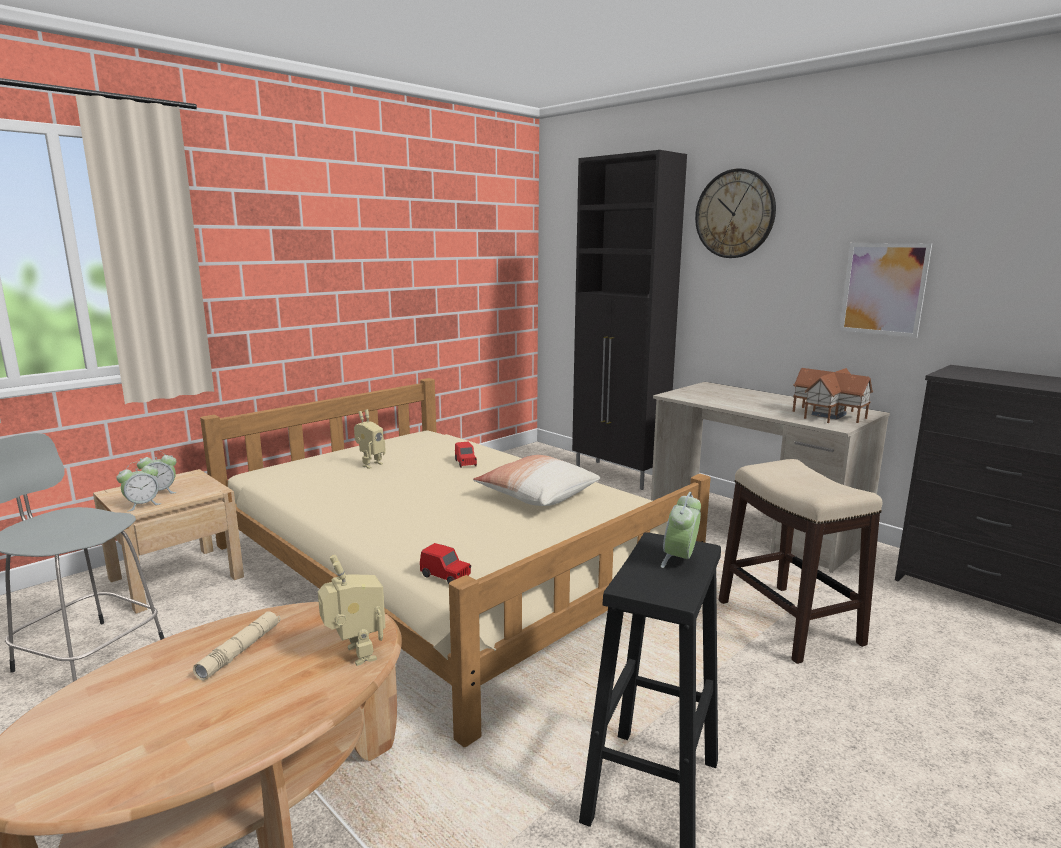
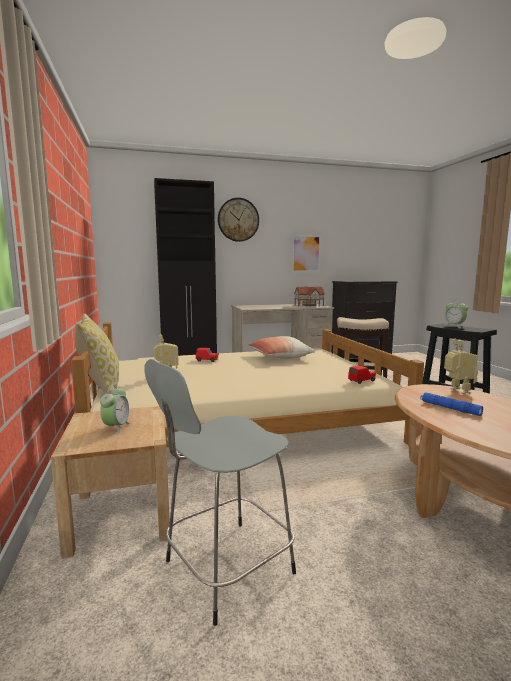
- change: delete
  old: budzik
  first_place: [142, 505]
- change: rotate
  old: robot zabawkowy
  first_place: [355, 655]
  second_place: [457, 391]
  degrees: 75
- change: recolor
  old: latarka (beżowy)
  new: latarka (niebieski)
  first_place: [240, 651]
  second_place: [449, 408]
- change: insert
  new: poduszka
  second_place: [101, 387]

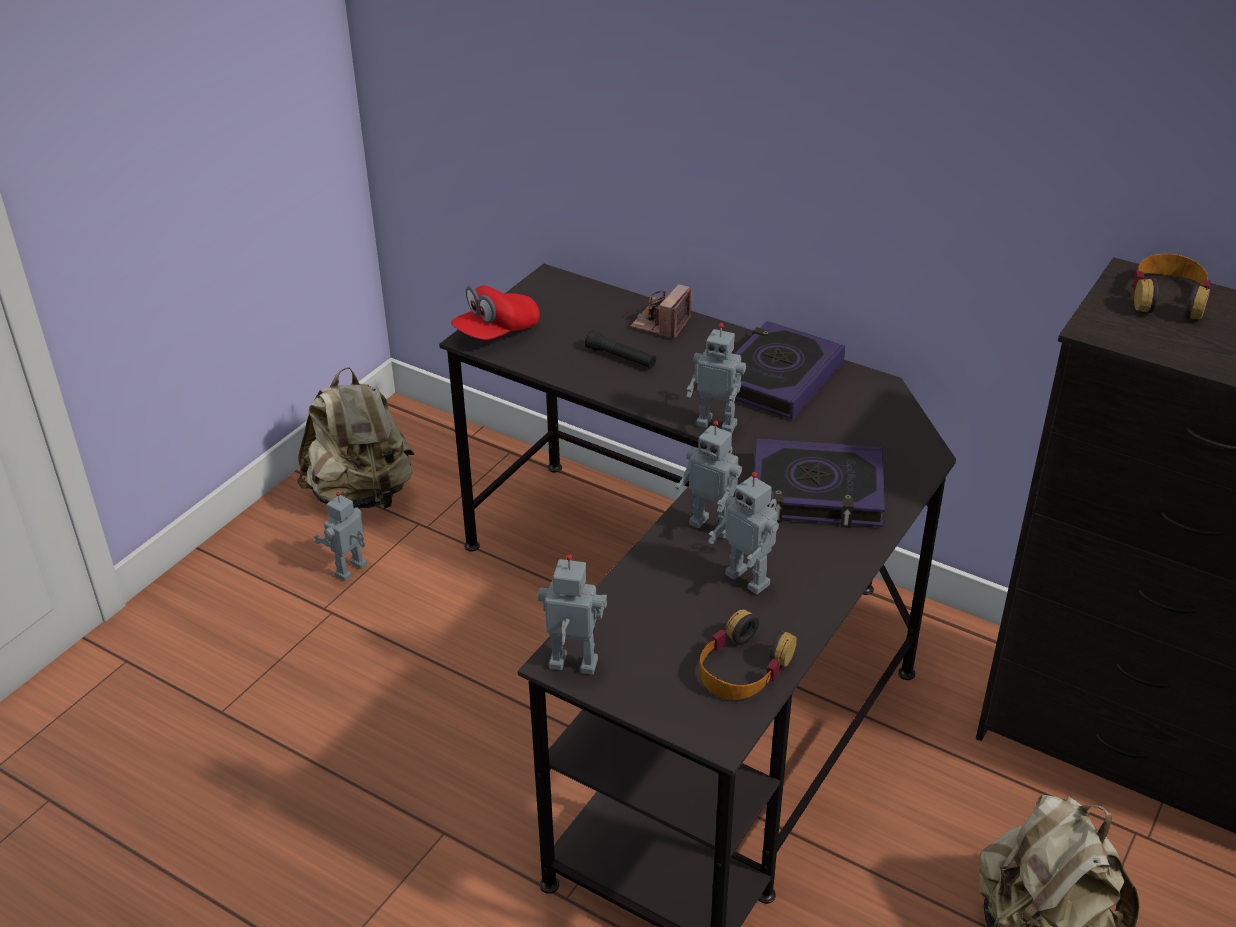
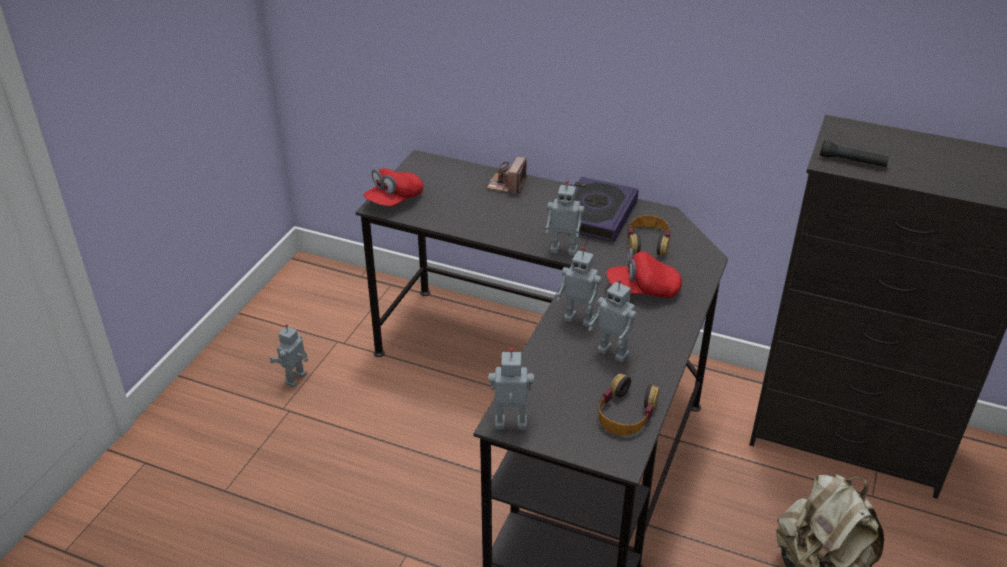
- change: move
  old: słuchawki
  first_place: [1168, 297]
  second_place: [648, 242]
- change: move
  old: latarka (czarny)
  first_place: [621, 358]
  second_place: [852, 161]
- change: delete
  old: plecak (beżowy)
  first_place: [362, 495]
- change: replace
  old: książka
  new: czapka z daszkiem (czerwony)
  first_place: [816, 492]
  second_place: [642, 290]

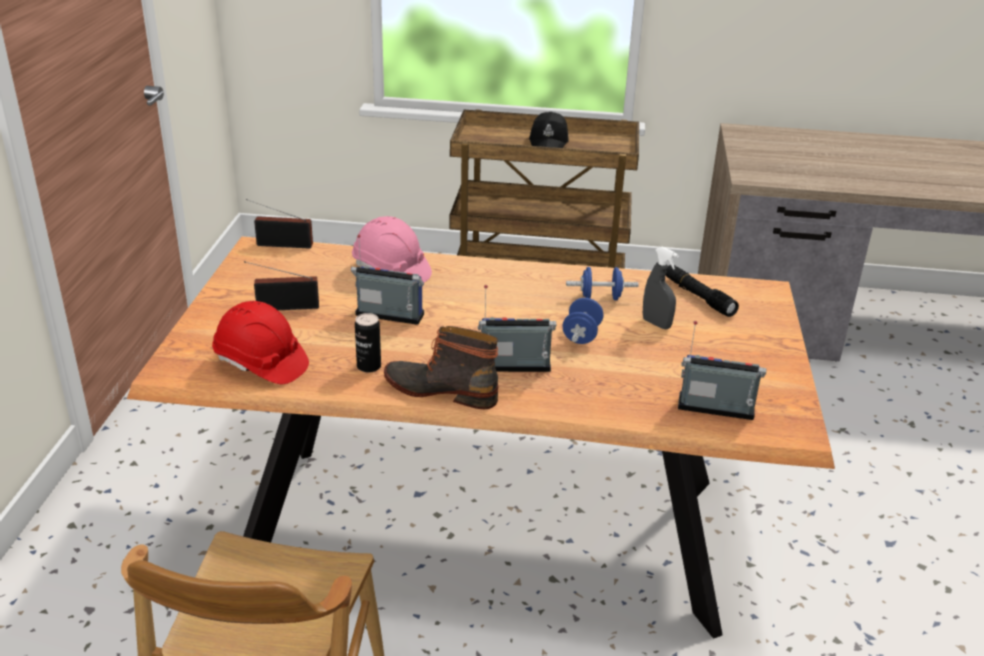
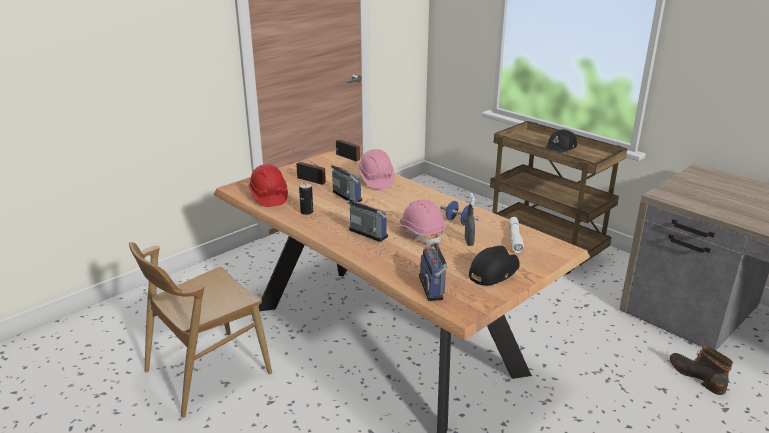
- change: recolor
  old: latarka (czarny)
  new: latarka (biały)
  first_place: [698, 297]
  second_place: [515, 238]
- change: replace
  old: hantel (niebieski)
  new: kask (różowy)
  first_place: [581, 335]
  second_place: [421, 233]
- change: rotate
  old: radio
  first_place: [715, 410]
  second_place: [433, 287]
  degrees: -150
- change: move
  old: but z cholewką
  first_place: [442, 389]
  second_place: [697, 376]
- change: insert
  new: czapka z daszkiem (czarny)
  second_place: [493, 272]

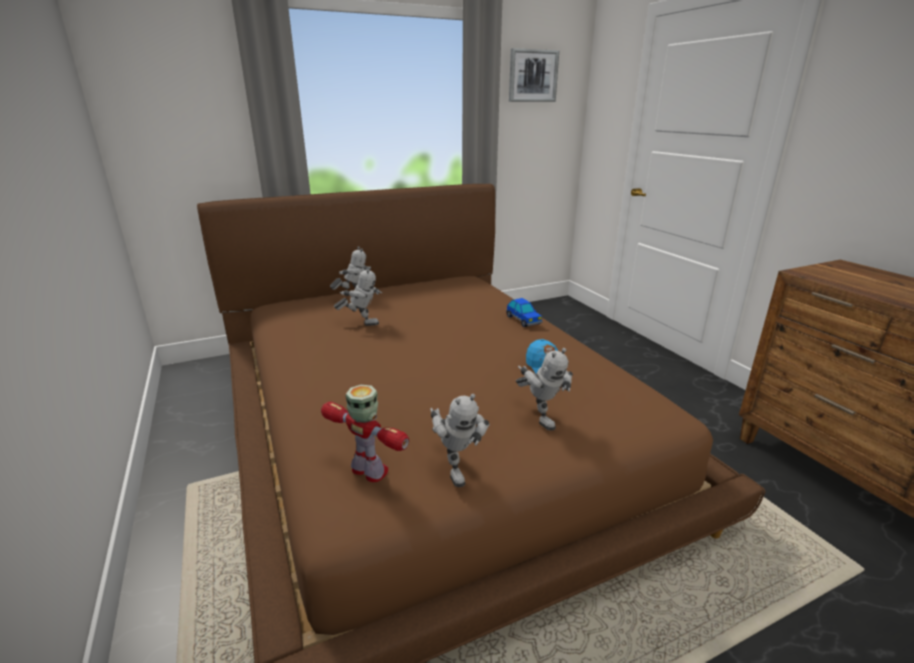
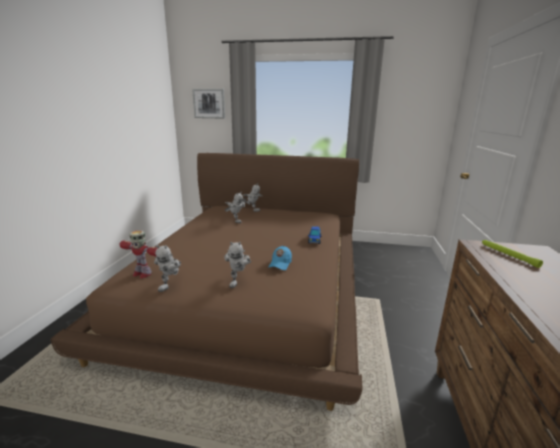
- change: move
  old: obraz
  first_place: [533, 76]
  second_place: [209, 103]
- change: rotate
  old: robot zabawkowy
  first_place: [370, 471]
  second_place: [142, 274]
  degrees: 135
- change: insert
  new: latarka (zielony)
  second_place: [508, 255]

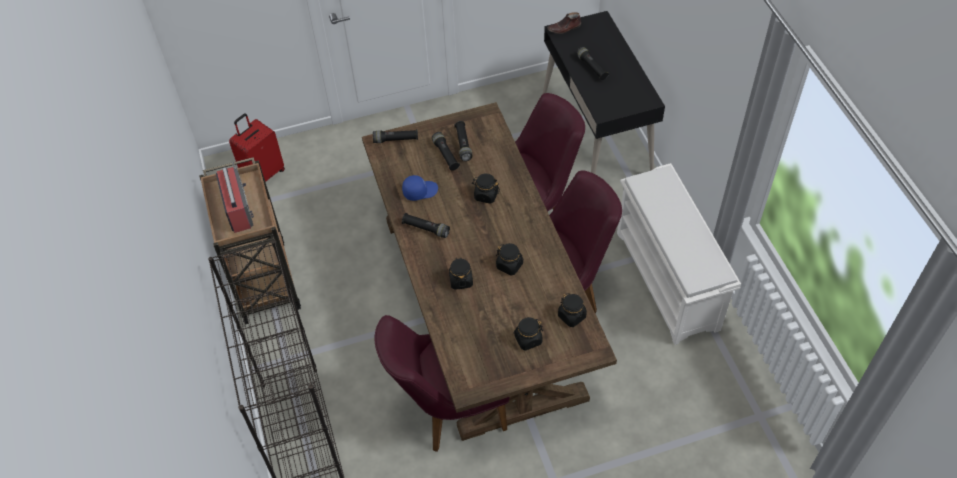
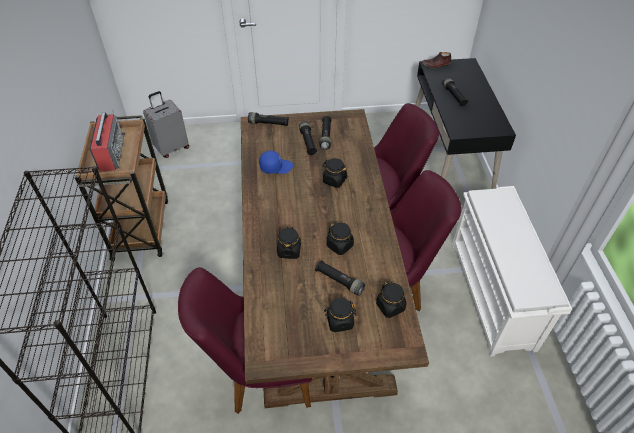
- change: recolor
  old: walizka (czerwony)
  new: walizka (szary)
  first_place: [263, 174]
  second_place: [172, 148]
- change: move
  old: latarka (czarny)
  first_place: [426, 229]
  second_place: [339, 281]

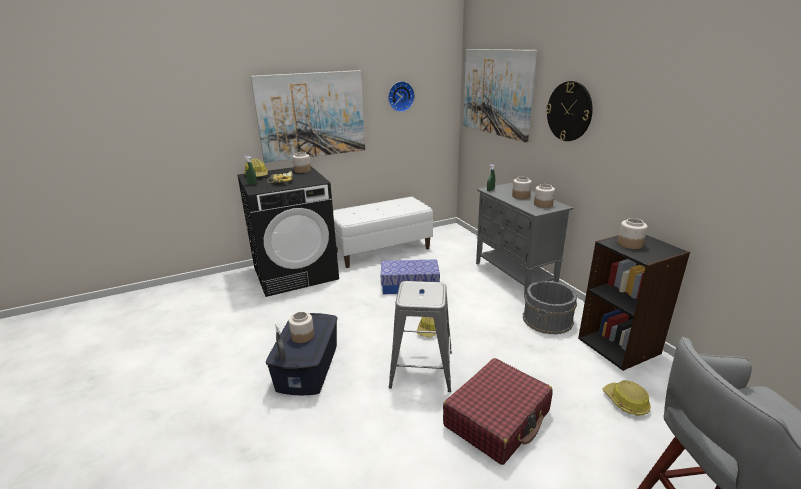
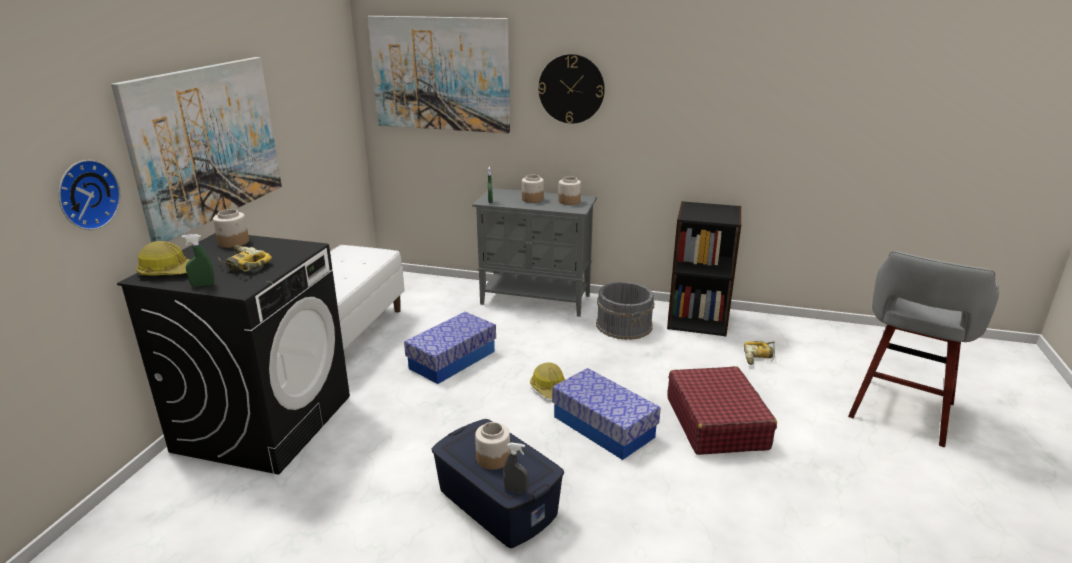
- change: move
  old: zegar ścienny
  first_place: [400, 96]
  second_place: [85, 194]
- change: delete
  old: słoik
  first_place: [629, 244]
- change: replace
  old: stołek (szary)
  new: pojemnik do przechowywania
  first_place: [421, 369]
  second_place: [603, 427]
- change: replace
  old: kask
  new: wiertarka
  first_place: [626, 402]
  second_place: [759, 357]

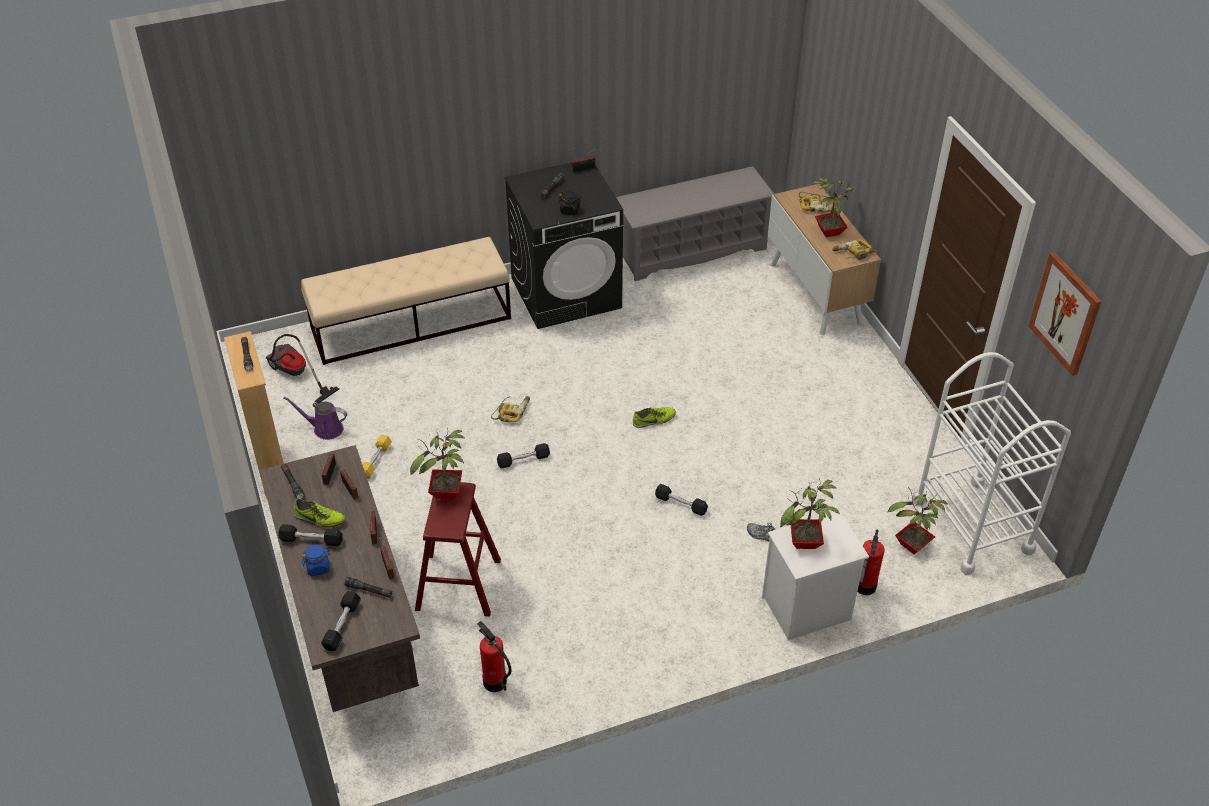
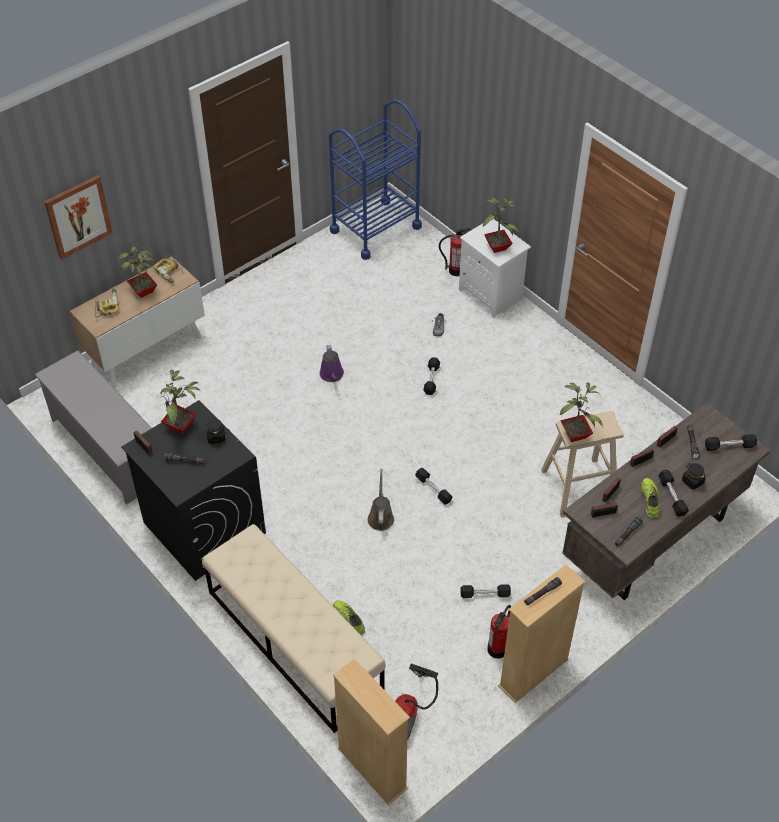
- change: move
  old: obraz
  first_place: [1065, 313]
  second_place: [78, 216]
- change: recolor
  old: wózek (biały)
  new: wózek (niebieski)
  first_place: [972, 525]
  second_place: [375, 229]
- change: replace
  old: wiertarka
  new: konewka (brązowy)
  first_place: [511, 411]
  second_place: [380, 517]
- change: move
  old: konewka (fioletowy)
  first_place: [325, 429]
  second_place: [332, 375]
- change: move
  old: but
  first_place: [654, 420]
  second_place: [349, 619]
- change: recolor
  old: hantel (żółty)
  new: hantel (czarny)
  first_place: [375, 461]
  second_place: [485, 594]
- change: recolor
  old: stołek (czerwony)
  new: stołek (beżowy)
  first_place: [458, 584]
  second_place: [578, 487]
- change: move
  old: roślina doniczkowa
  first_place: [911, 546]
  second_place: [181, 427]
- change: recolor
  old: słoik (niebieski)
  new: słoik (czarny)
  first_place: [318, 567]
  second_place: [692, 481]
- change: move
  old: gaśnica
  first_place: [494, 682]
  second_place: [497, 649]
- change: insert
  new: regał (beżowy)
  second_place: [372, 768]

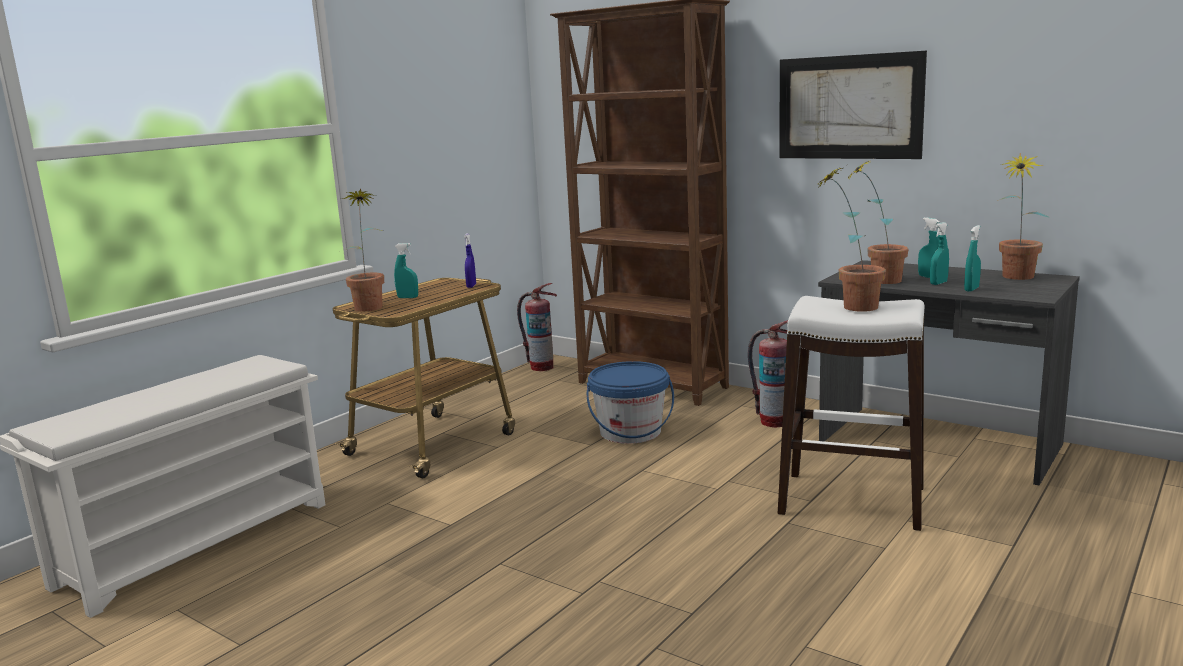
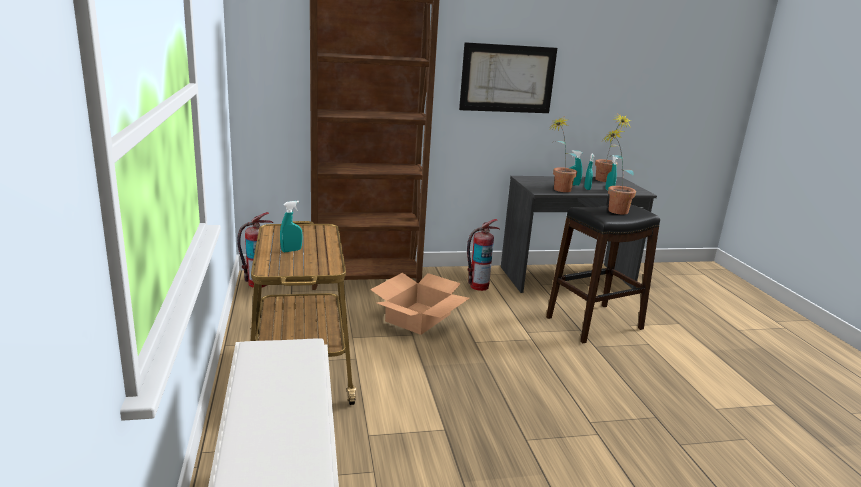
- change: delete
  old: roślina doniczkowa
  first_place: [370, 305]
- change: delete
  old: spryskiwacz (niebieski)
  first_place: [471, 286]
- change: recolor
  old: stołek (biały)
  new: stołek (czarny)
  first_place: [851, 501]
  second_place: [594, 323]
- change: replace
  old: wiadro (niebieski)
  new: karton
  first_place: [630, 432]
  second_place: [418, 318]

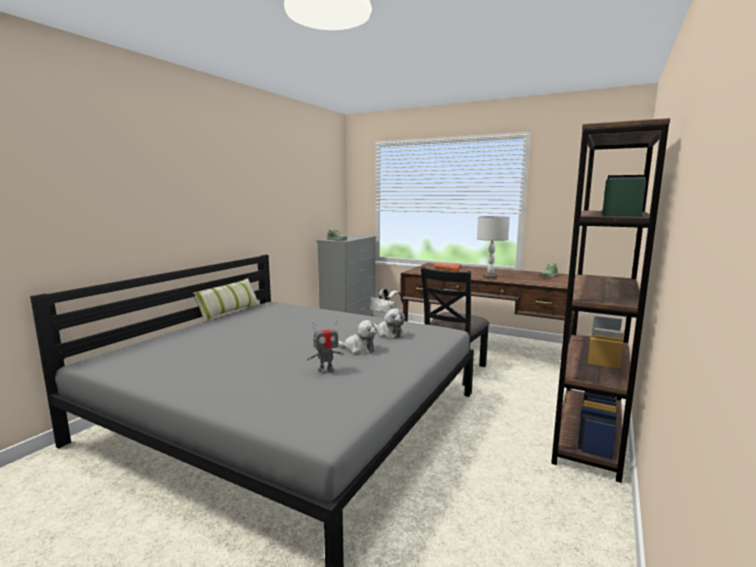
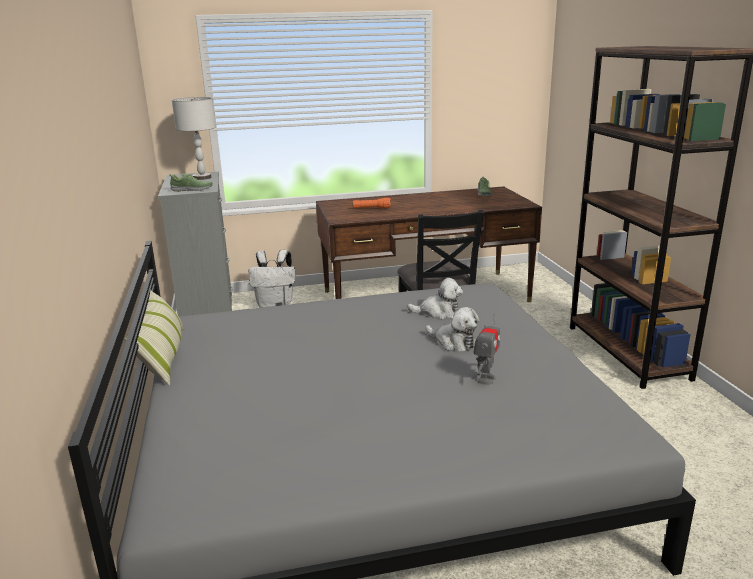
- change: move
  old: lampa stołowa (szary)
  first_place: [490, 277]
  second_place: [202, 178]
- change: rotate
  old: pluszak
  first_place: [358, 349]
  second_place: [453, 342]
  degrees: 60

